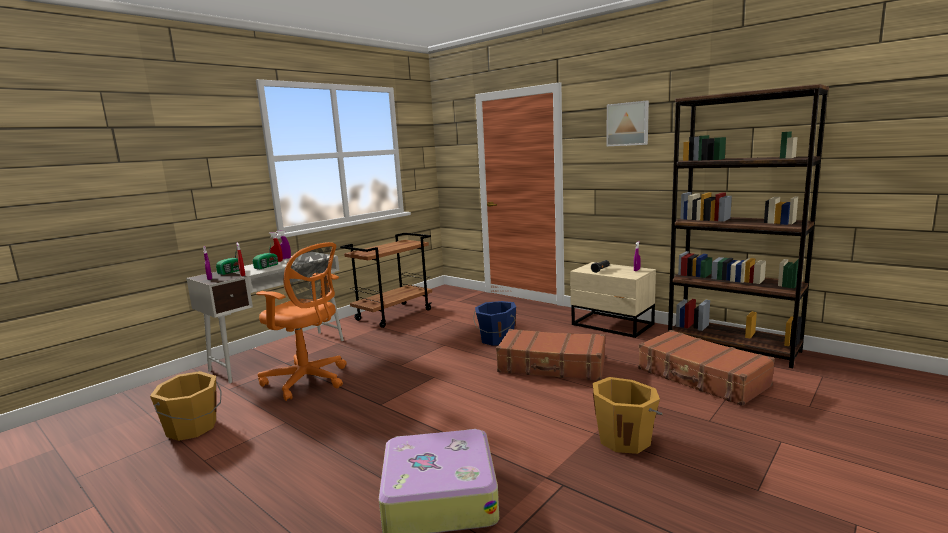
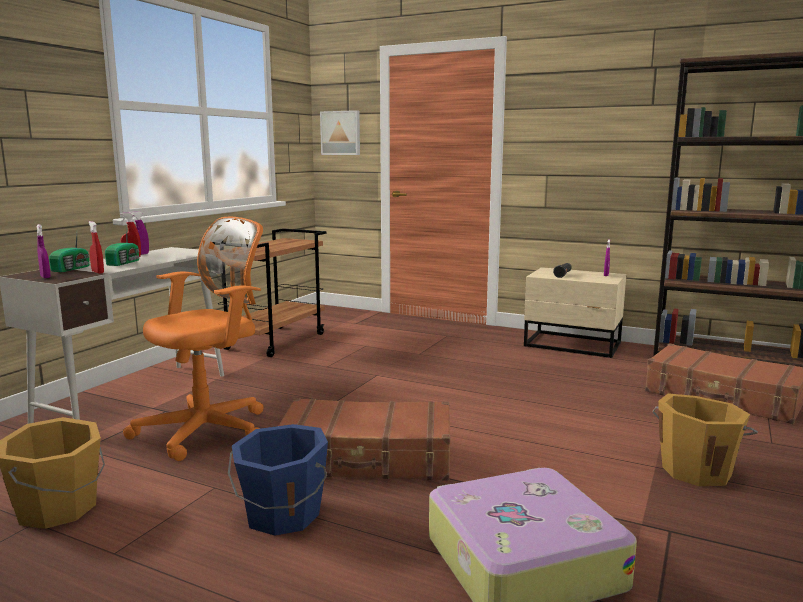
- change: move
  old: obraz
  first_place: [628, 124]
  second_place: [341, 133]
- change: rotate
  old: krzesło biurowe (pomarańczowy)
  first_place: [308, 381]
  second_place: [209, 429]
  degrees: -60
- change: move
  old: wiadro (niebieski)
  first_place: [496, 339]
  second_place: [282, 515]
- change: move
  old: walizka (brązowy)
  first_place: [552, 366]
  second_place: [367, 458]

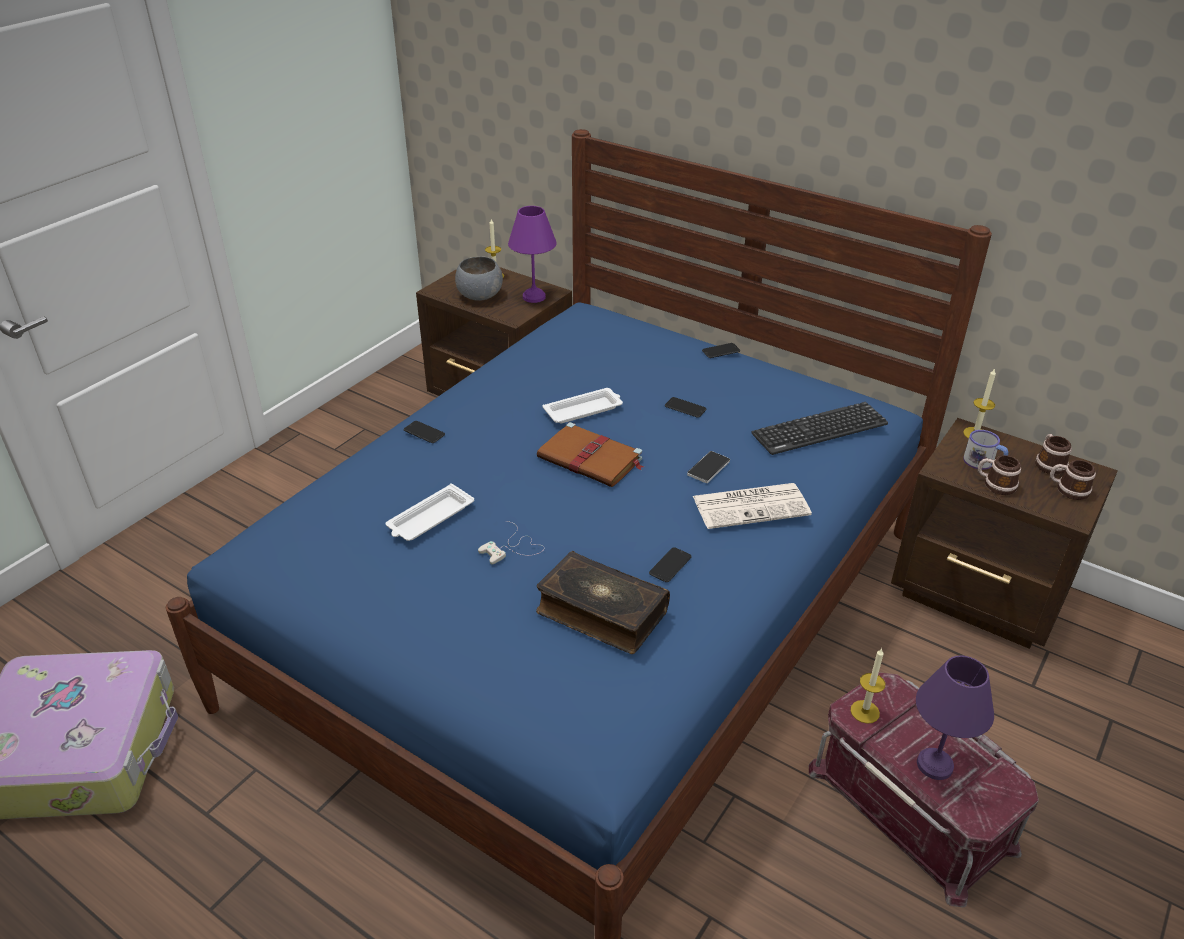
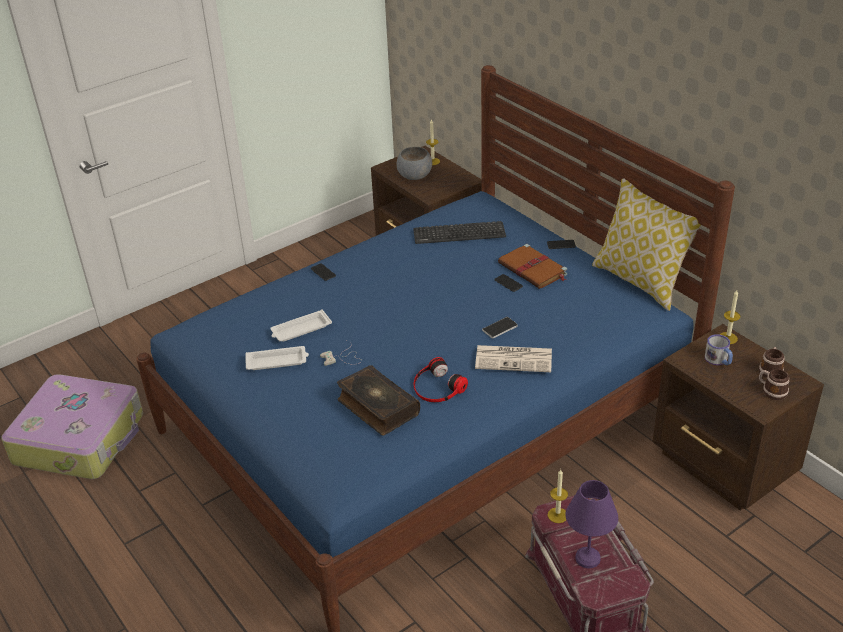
- change: delete
  old: lampa stołowa (fioletowy)
  first_place: [534, 297]
- change: move
  old: taca (biały)
  first_place: [584, 410]
  second_place: [277, 361]
- change: move
  old: klawiatura
  first_place: [820, 429]
  second_place: [459, 233]
- change: move
  old: książka (brązowy)
  first_place: [591, 459]
  second_place: [533, 269]
- change: delete
  old: kubek
  first_place: [995, 484]
- change: replace
  old: telefon
  new: słuchawki
  first_place: [670, 565]
  second_place: [437, 387]
- change: insert
  new: poduszka
  second_place: [641, 281]

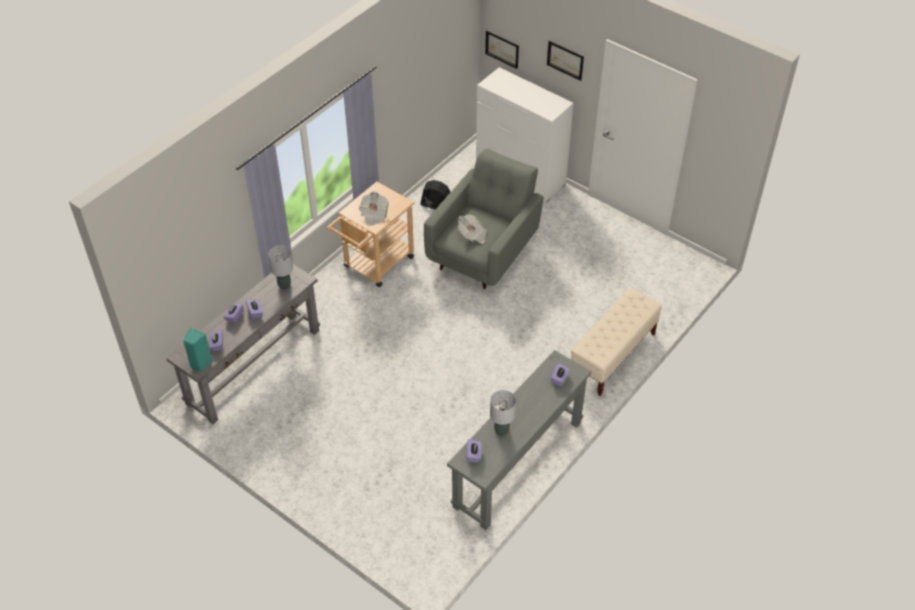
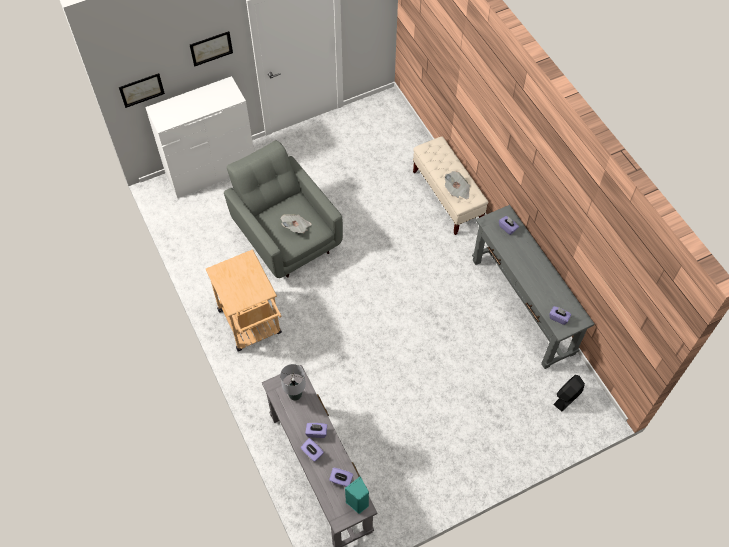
- change: move
  old: wentylator (czarny)
  first_place: [436, 205]
  second_place: [567, 397]
- change: move
  old: gazeta
  first_place: [374, 215]
  second_place: [457, 190]
- change: delete
  old: lampa stołowa (szary)
  first_place: [501, 431]

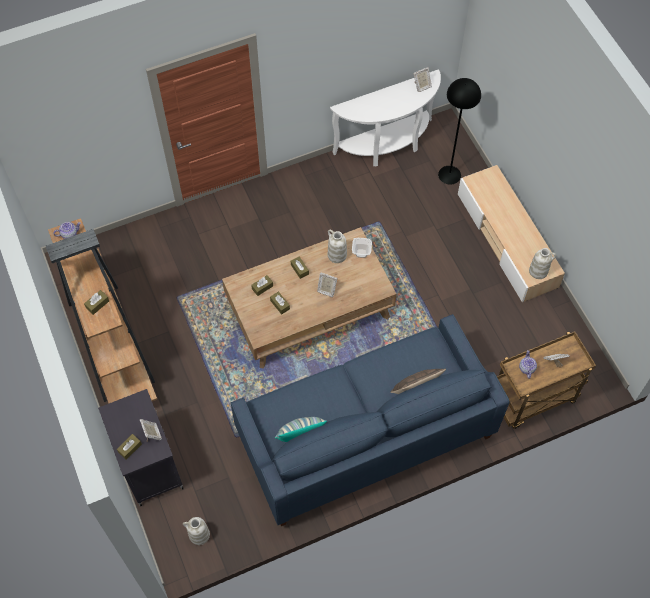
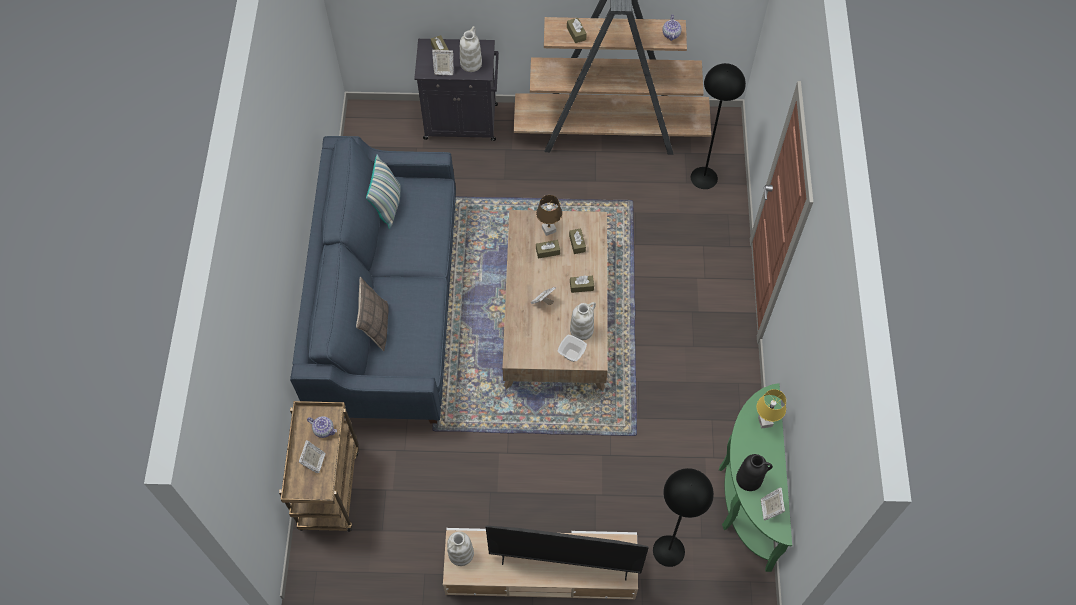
- change: recolor
  old: stolik konsolowy (biały)
  new: stolik konsolowy (zielony)
  first_place: [387, 146]
  second_place: [745, 497]
- change: move
  old: wazon (biały)
  first_place: [199, 535]
  second_place: [471, 63]
- change: insert
  new: lampa stojąca (czarny)
  second_place: [704, 178]
- change: insert
  new: lampa stołowa (brązowy)
  second_place: [549, 229]
- change: insert
  new: lampa stołowa (żółty)
  second_place: [765, 422]
- change: insert
  new: wazon (czarny)
  second_place: [749, 478]
- change: insert
  new: telewizor
  second_place: [564, 563]

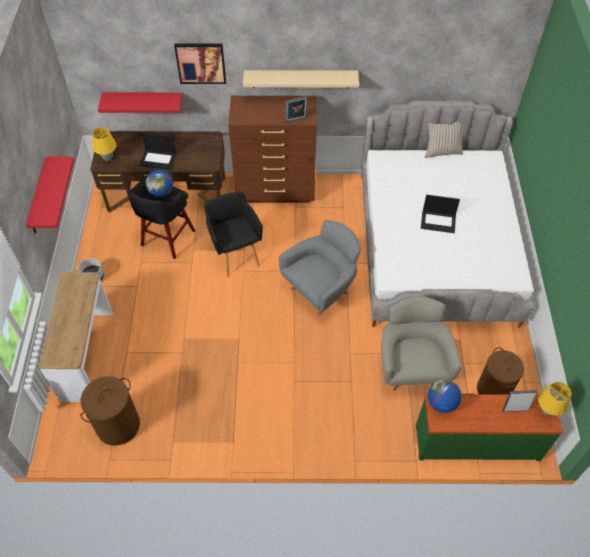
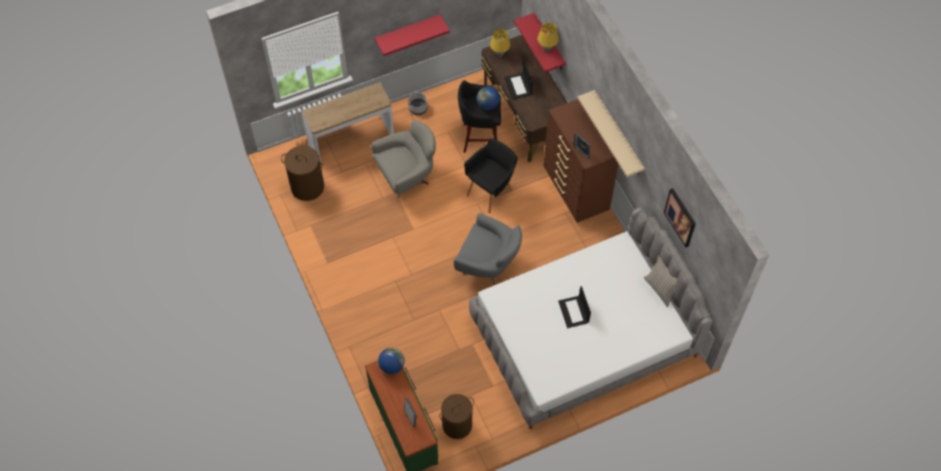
- change: move
  old: obraz
  first_place: [201, 63]
  second_place: [680, 217]
- change: move
  old: fotel (szary)
  first_place: [411, 368]
  second_place: [407, 177]
- change: move
  old: lampa stołowa (żółty)
  first_place: [547, 411]
  second_place: [547, 49]

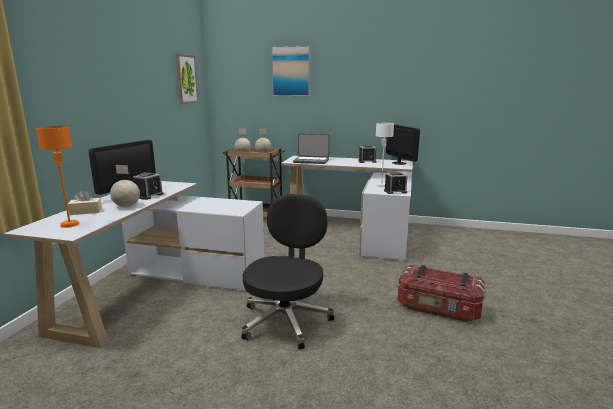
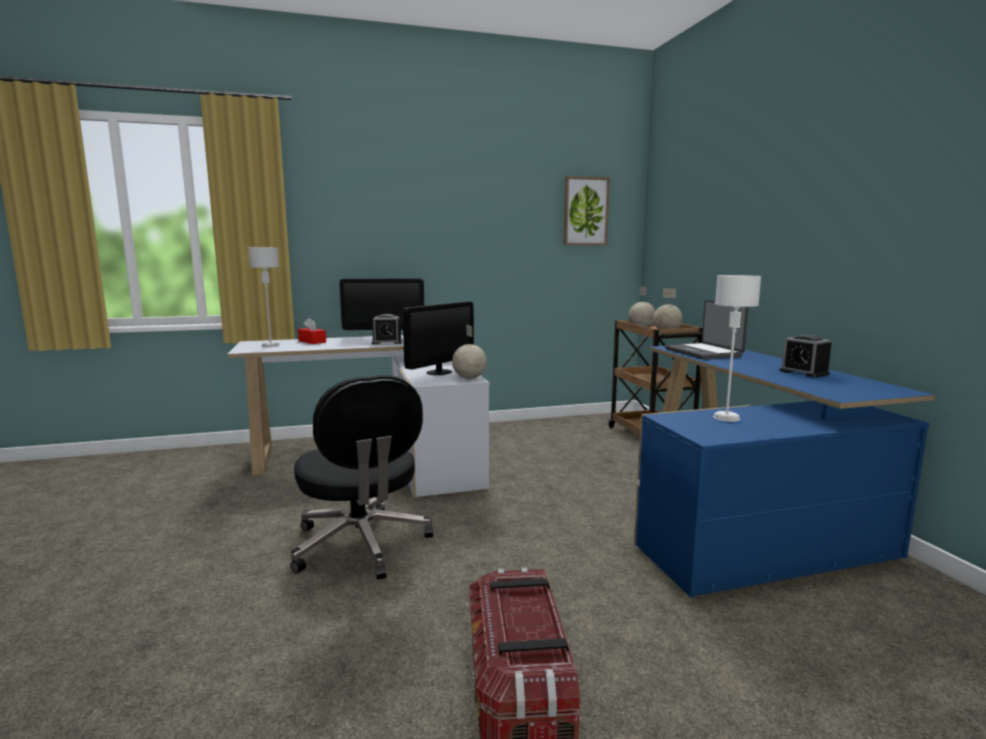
- change: delete
  old: obraz
  first_place: [291, 71]
- change: move
  old: monitor
  first_place: [399, 163]
  second_place: [439, 372]
- change: recolor
  old: lampa stołowa (pomarańczowy)
  new: lampa stołowa (szary)
  first_place: [70, 224]
  second_place: [271, 345]
- change: recolor
  old: biurko (biały)
  new: biurko (niebieski)
  first_place: [356, 231]
  second_place: [743, 516]
- change: move
  old: globus
  first_place: [127, 206]
  second_place: [469, 378]
- change: delete
  old: budzik
  first_place: [395, 191]
- change: recolor
  old: pudełko chusteczek (beżowy)
  new: pudełko chusteczek (czerwony)
  first_place: [86, 212]
  second_place: [312, 341]
- change: rotate
  old: krzesło biurowe (czarny)
  first_place: [286, 320]
  second_place: [361, 545]
  degrees: 75

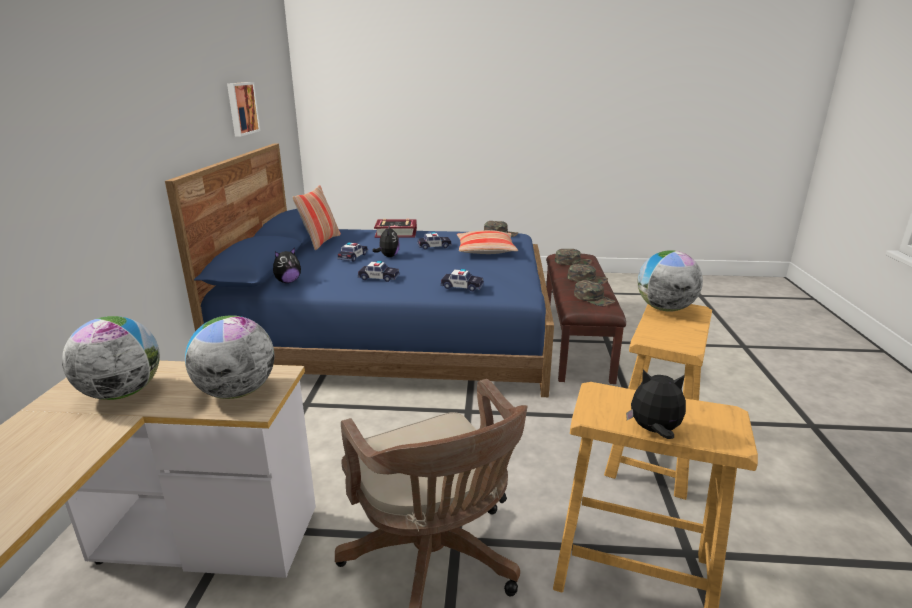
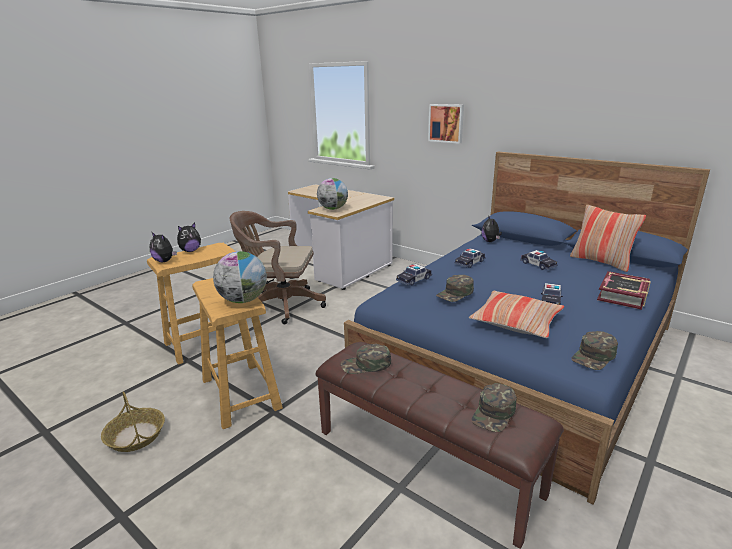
- change: move
  old: obraz
  first_place: [241, 108]
  second_place: [446, 123]
- change: move
  old: pluszak
  first_place: [388, 256]
  second_place: [165, 261]
- change: move
  old: czapka z daszkiem (zielony)
  first_place: [587, 279]
  second_place: [455, 293]
- change: delete
  old: globus
  first_place: [122, 393]
- change: insert
  new: koszyk
  second_place: [135, 436]

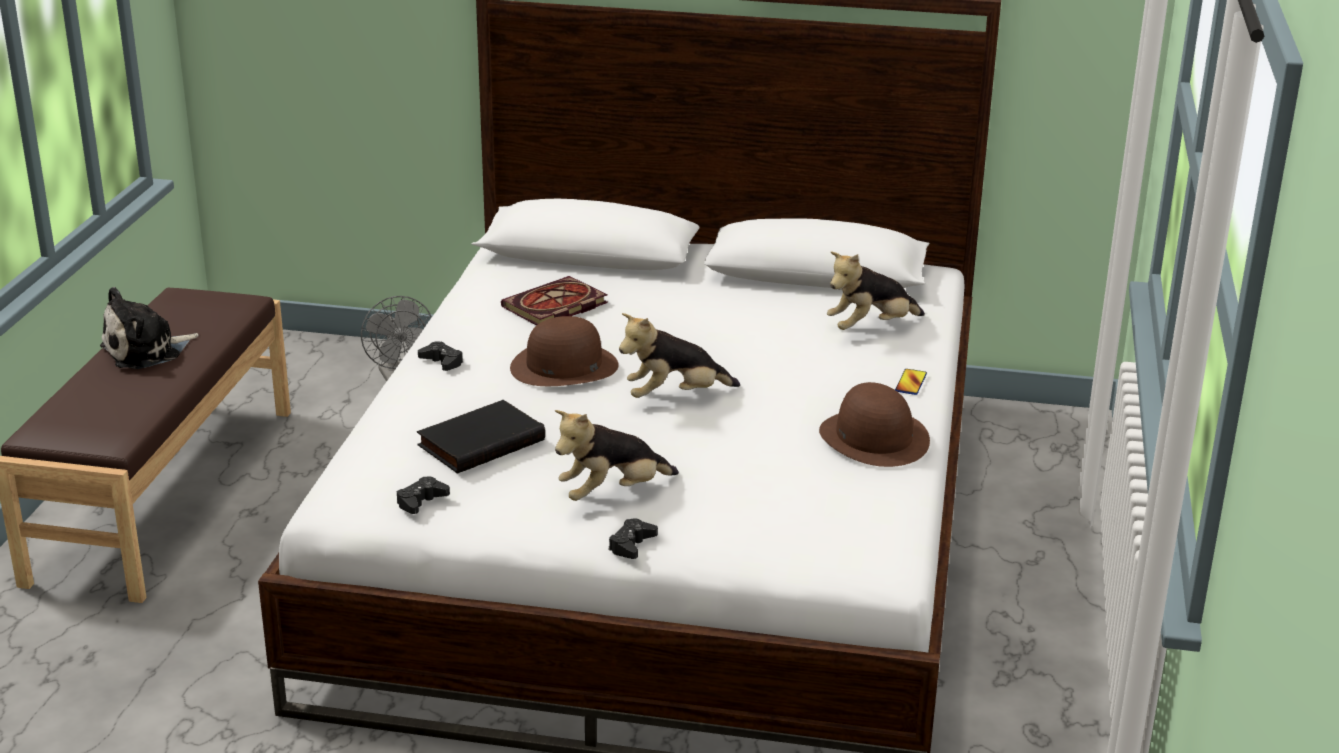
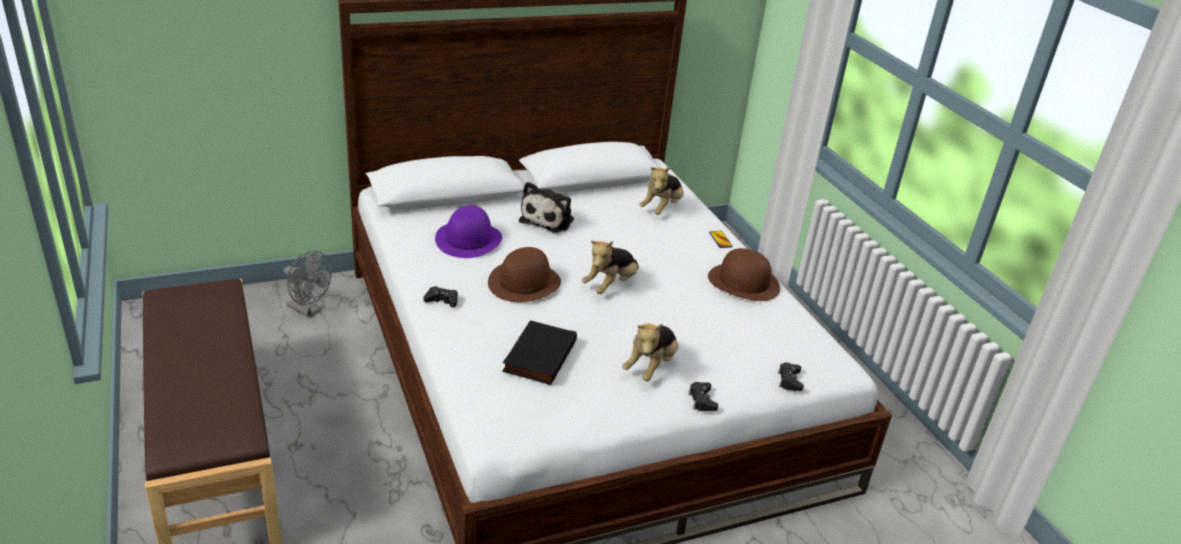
- change: replace
  old: książka
  new: kapelusz (fioletowy)
  first_place: [554, 307]
  second_place: [468, 239]
- change: move
  old: pluszak
  first_place: [146, 351]
  second_place: [549, 219]
- change: move
  old: pad do gier (czarny)
  first_place: [421, 501]
  second_place: [789, 380]

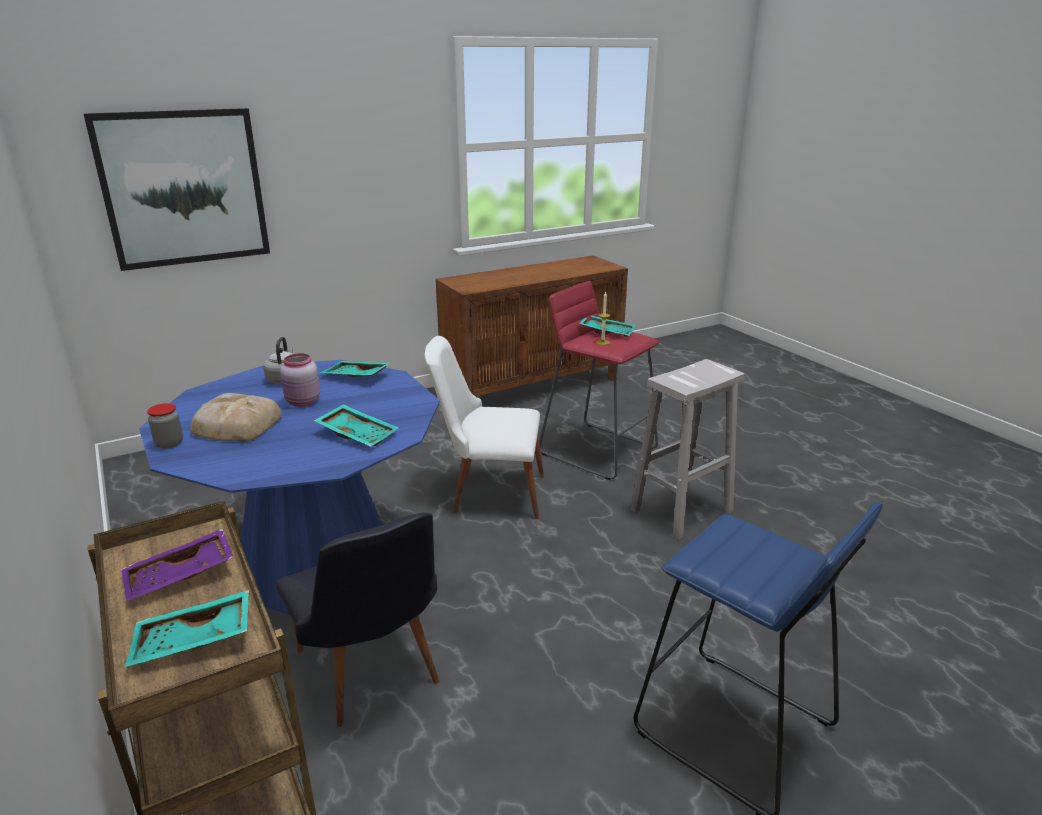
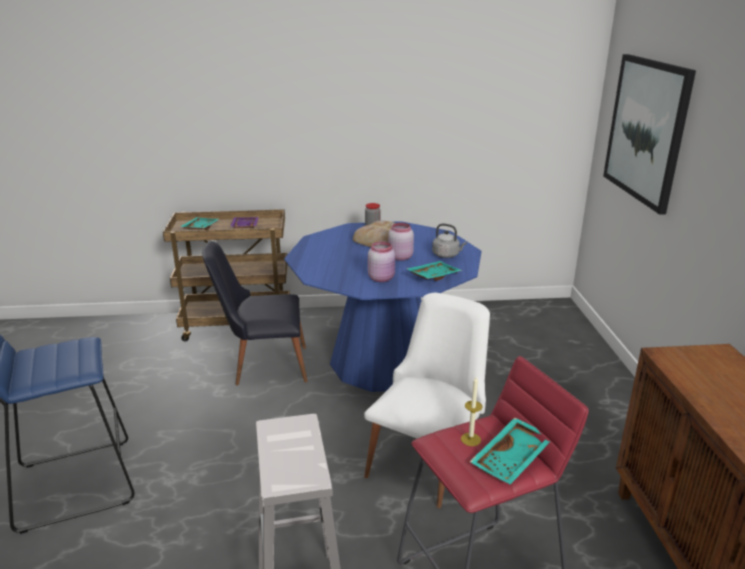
- change: delete
  old: taca (turkusowy)
  first_place: [358, 434]
- change: insert
  new: słoik (różowy)
  second_place: [382, 278]

